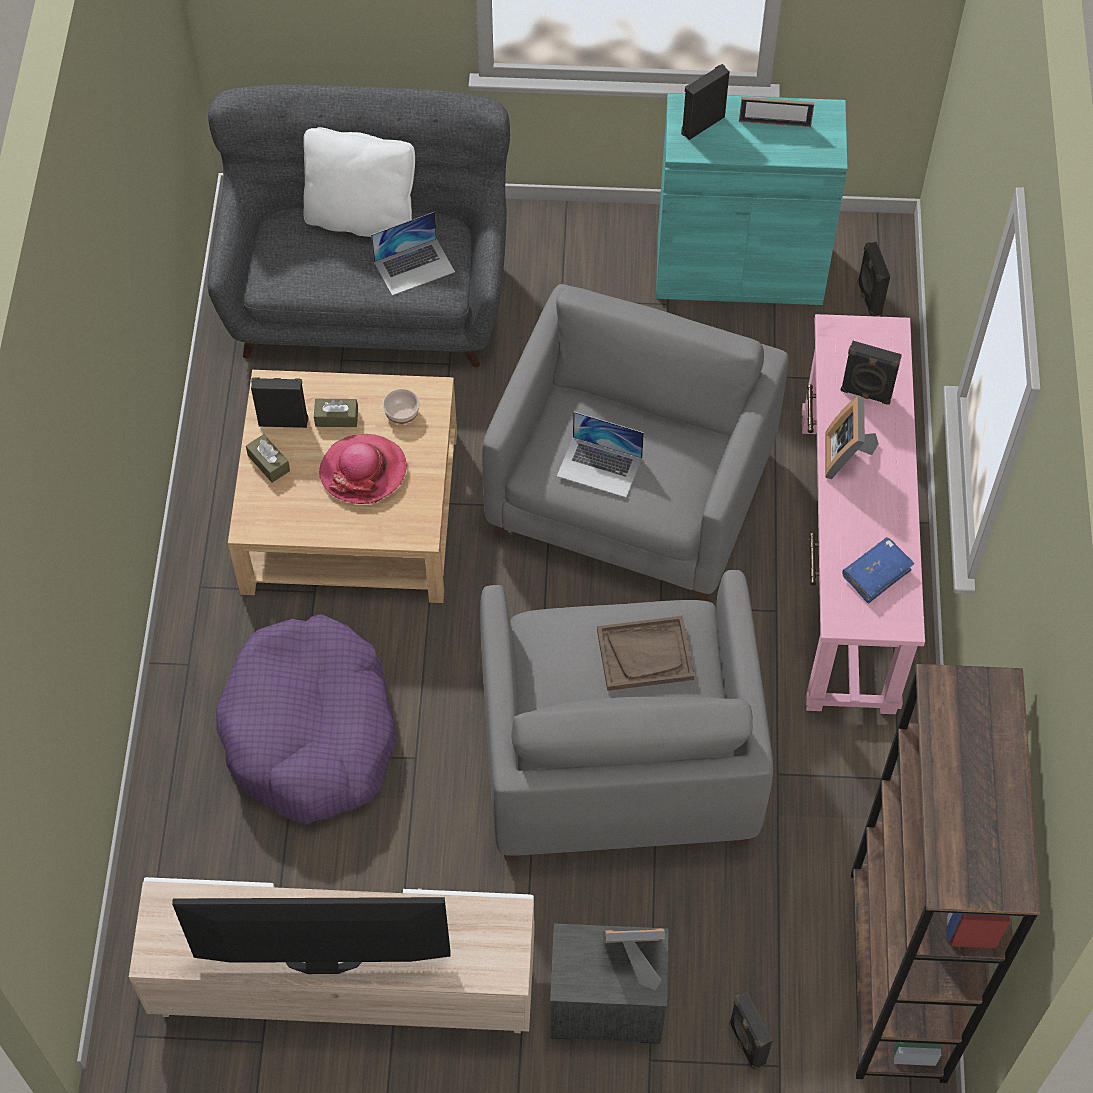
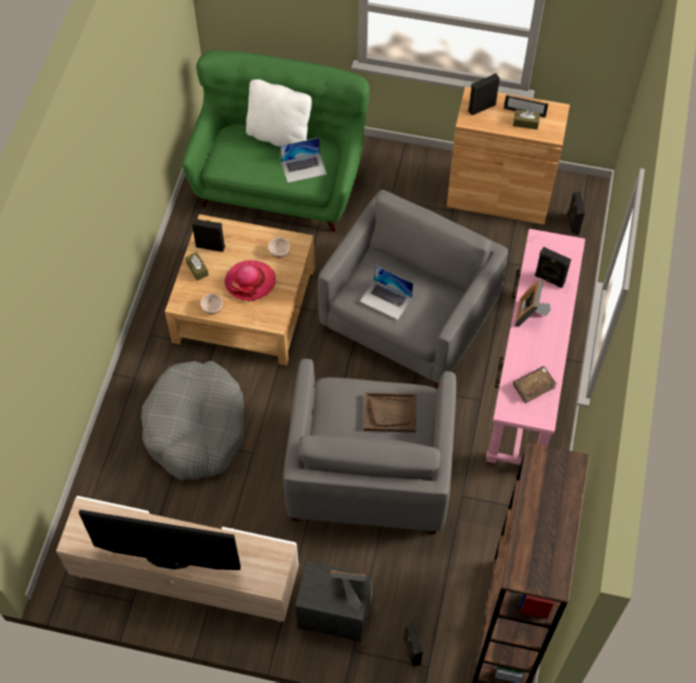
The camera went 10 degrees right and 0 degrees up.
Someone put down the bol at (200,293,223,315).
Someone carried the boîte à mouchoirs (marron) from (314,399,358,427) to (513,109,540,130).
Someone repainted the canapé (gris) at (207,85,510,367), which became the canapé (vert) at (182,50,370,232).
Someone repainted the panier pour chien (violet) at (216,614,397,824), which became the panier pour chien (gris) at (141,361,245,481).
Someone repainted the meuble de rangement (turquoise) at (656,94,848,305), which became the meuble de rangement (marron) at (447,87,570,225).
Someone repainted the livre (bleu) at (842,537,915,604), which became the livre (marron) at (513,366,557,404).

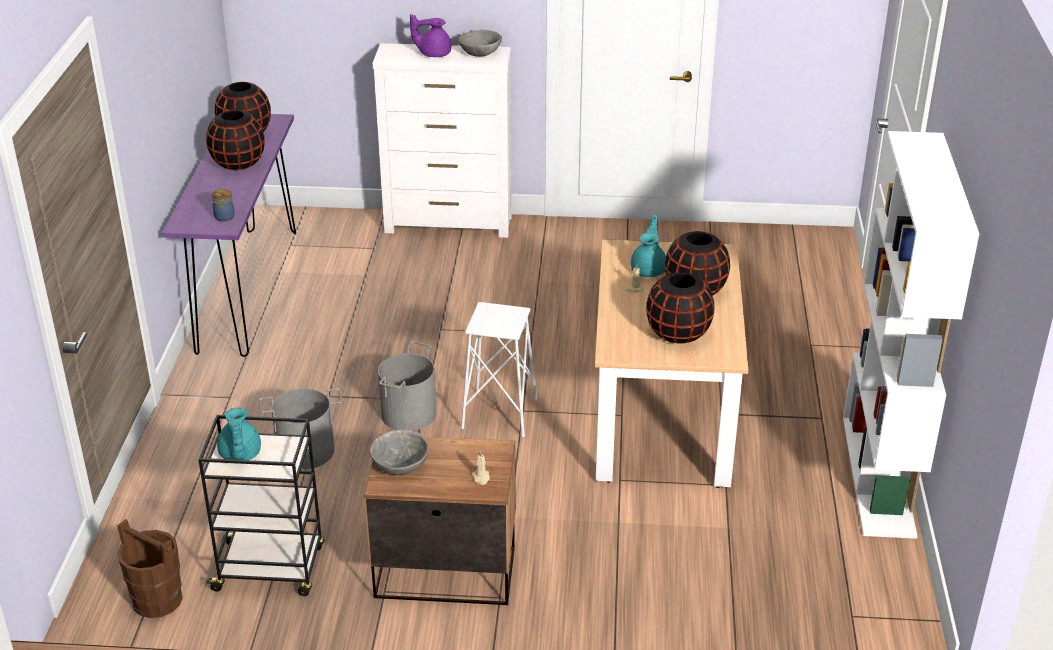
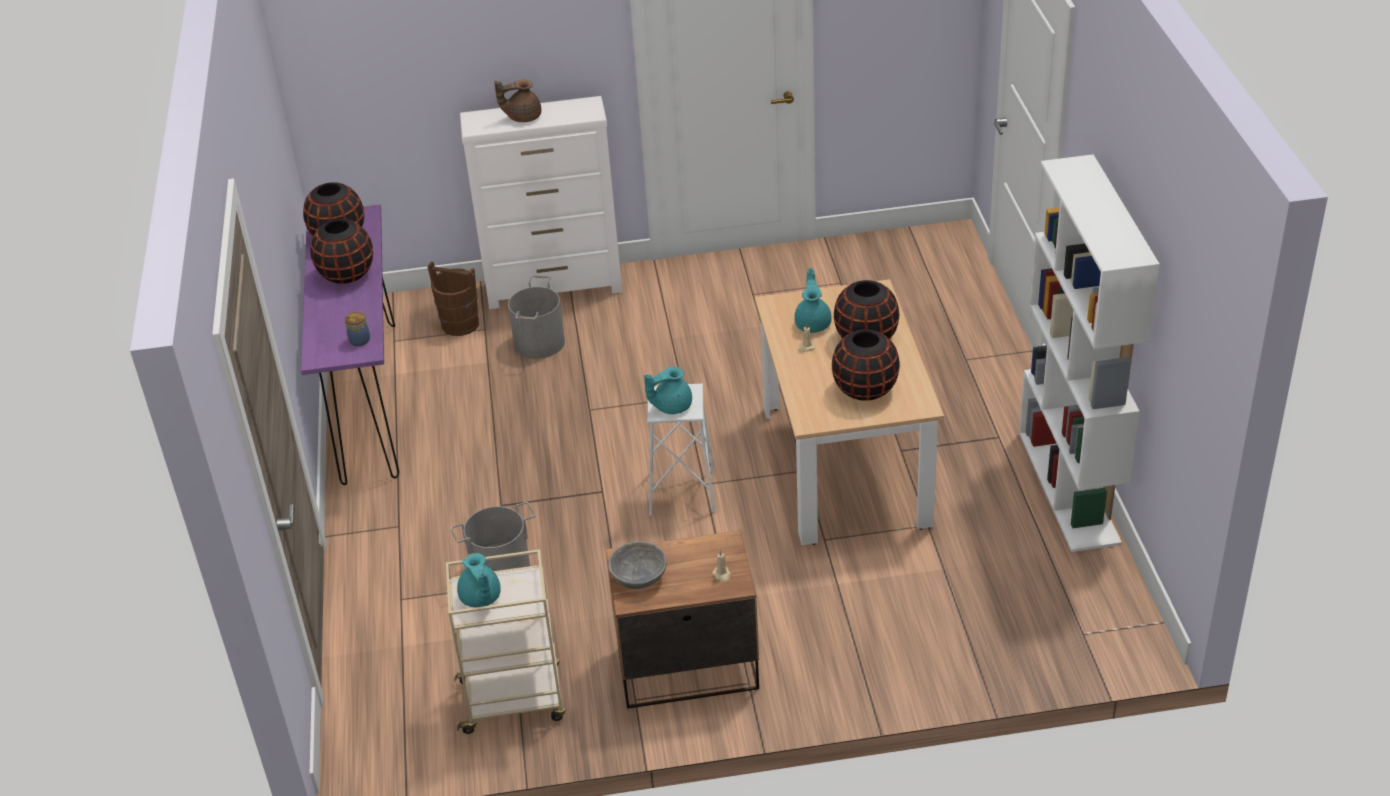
The camera went 10 degrees left and 5 degrees up.
Someone took away the bol (gris) at (459,30,502,57).
Someone put down the théière (turquoise) at (644,366,692,414).
Someone carried the seau (marron) from (117,519,183,618) to (427,262,479,336).
Someone carried the seau (gris) from (378,341,436,431) to (508,275,565,359).
Someone repainted the chariot (noir) at (198,415,325,596), which became the chariot (beige) at (446,549,565,734).
Someone repainted the théière (violet) at (410,14,451,57), which became the théière (marron) at (495,79,541,122).

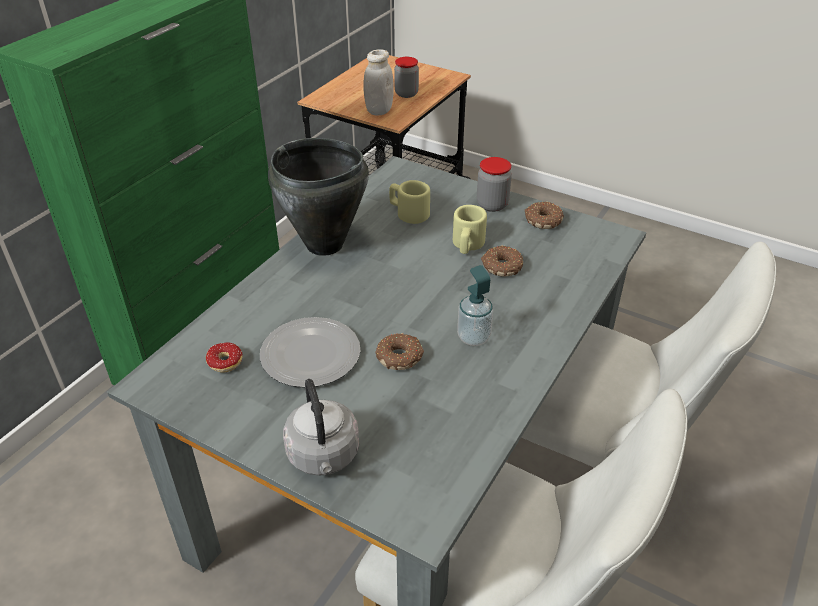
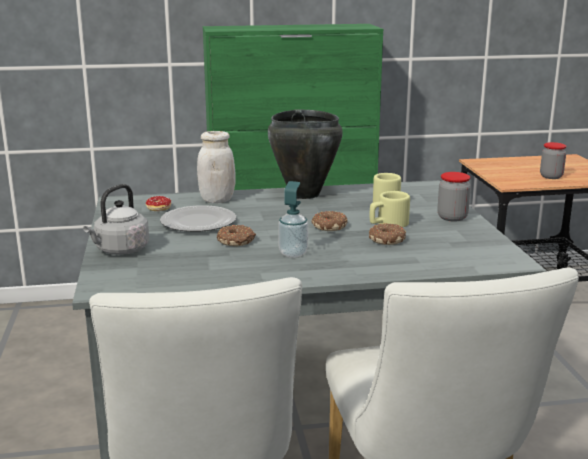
The camera went 50 degrees right and 20 degrees down.
Someone carried the bocal (blanc) from (363,49,394,116) to (197,131,235,203).
Someone carried the beignet from (525,202,564,229) to (311,211,348,231).

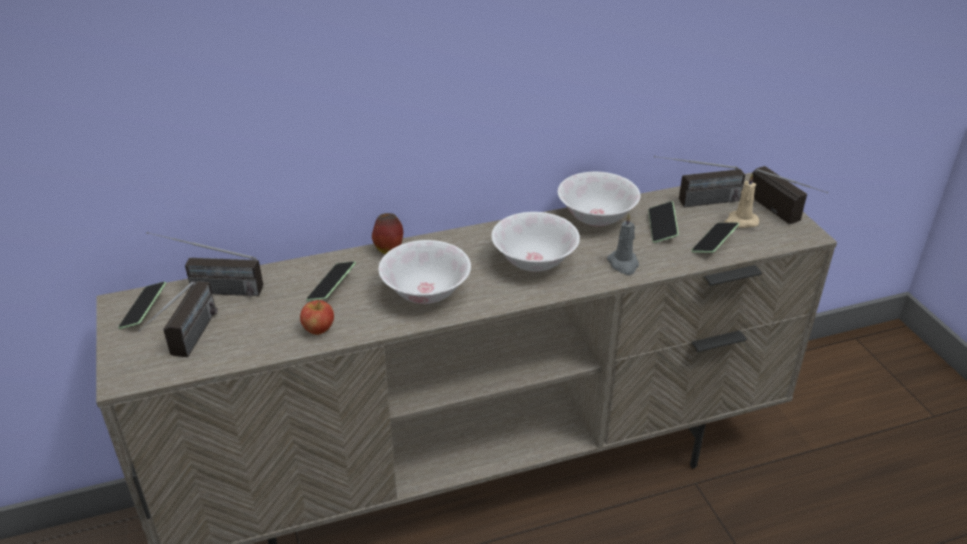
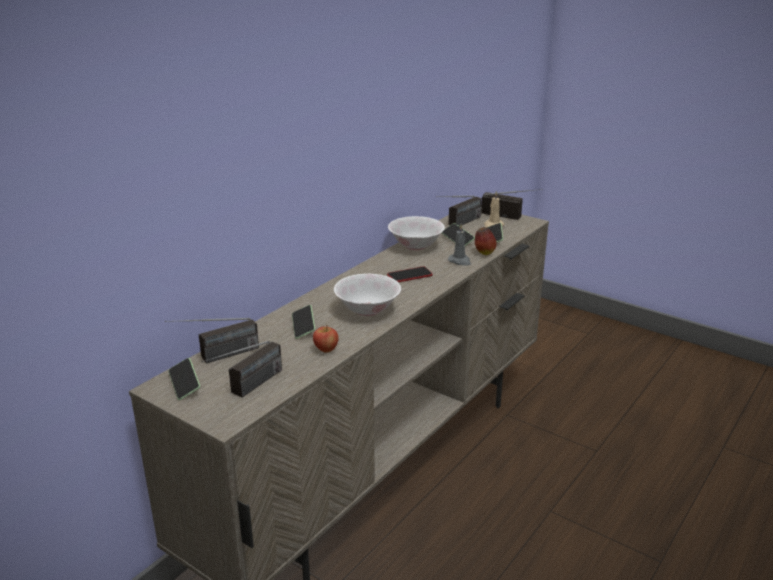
The camera went 35 degrees left and 10 degrees down.
Someone carried the pomme from (372,213,403,254) to (475,227,497,255).
Someone swapped the bol (blanc) at (491,212,580,272) for the téléphone at (387,267,433,282).
Someone rotated the radio at (138,281,218,357) by 60 degrees clockwise.

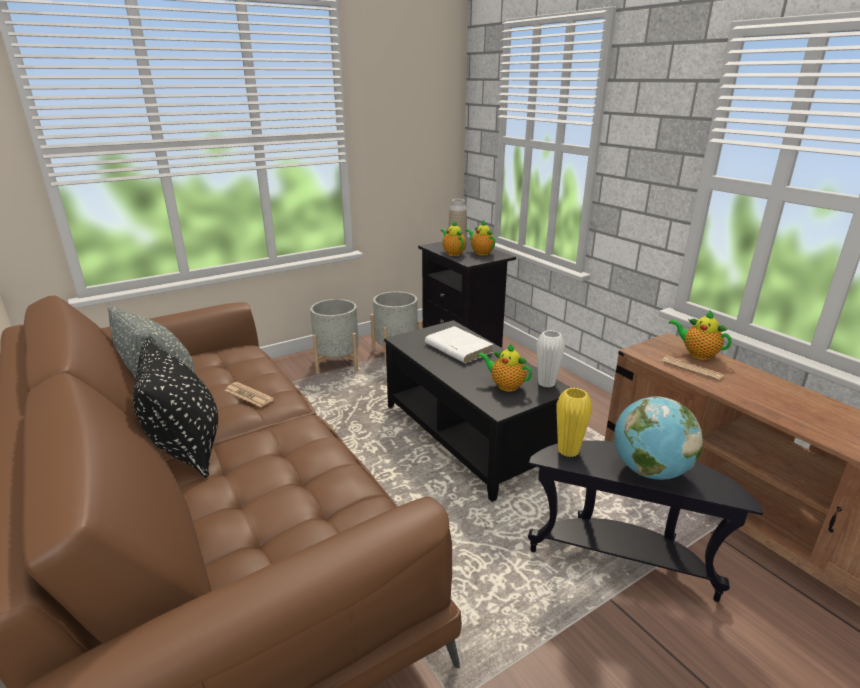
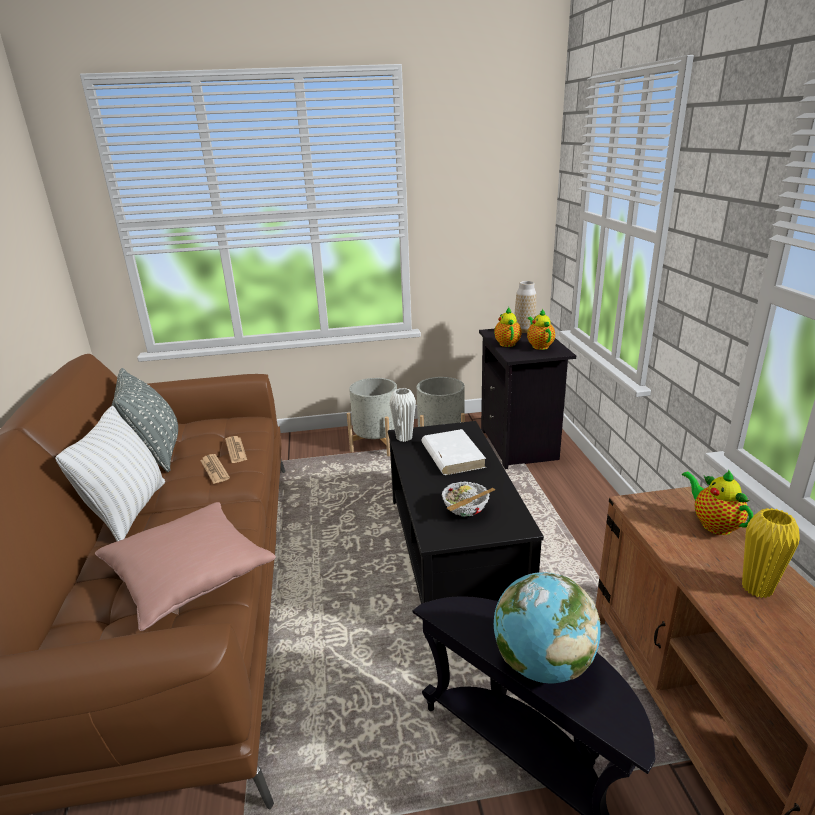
The camera went 25 degrees right and 0 degrees up.
Someone put down the coussin (rose) at (95,502,276,631).
Someone carried the vase (blanc) from (536,330,565,388) to (389,388,416,442).
Someone carried the vase (jaune) from (556,388,592,457) to (742,508,800,598).
Someone carried the journal from (661,356,724,381) to (225,436,247,463).
Someone swapped the théière at (477,343,532,392) for the bol at (441,482,495,517).
Someone repainted the coussin (noir) at (133,338,218,478), which became the coussin (blanc) at (55,406,165,541).

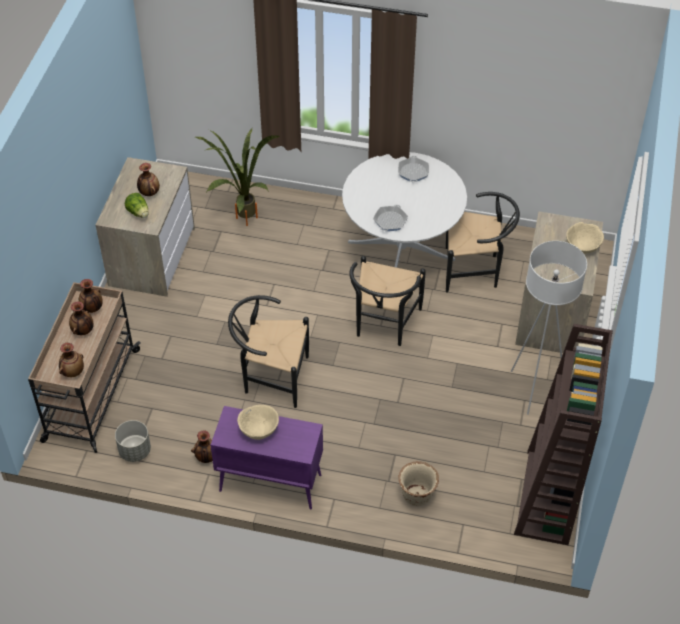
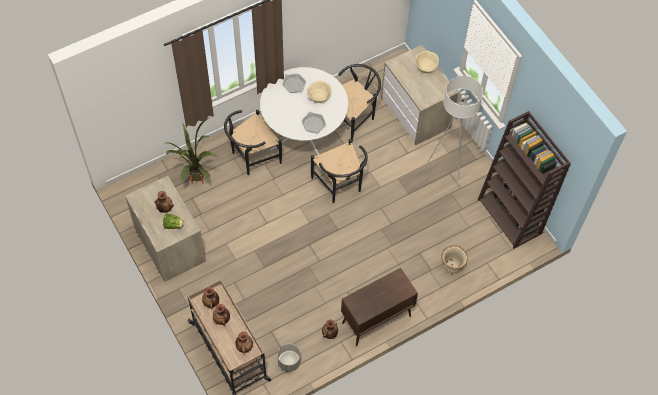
The camera went 45 degrees left and 10 degrees up.
Someone carried the chaise (noir) from (228,295,309,408) to (224,110,282,175).
Someone carried the bol (beige) from (237,405,279,440) to (307,81,332,103).
Someone repainted the meuble de rangement (violet) at (211,406,323,510), which became the meuble de rangement (marron) at (341,268,418,346).

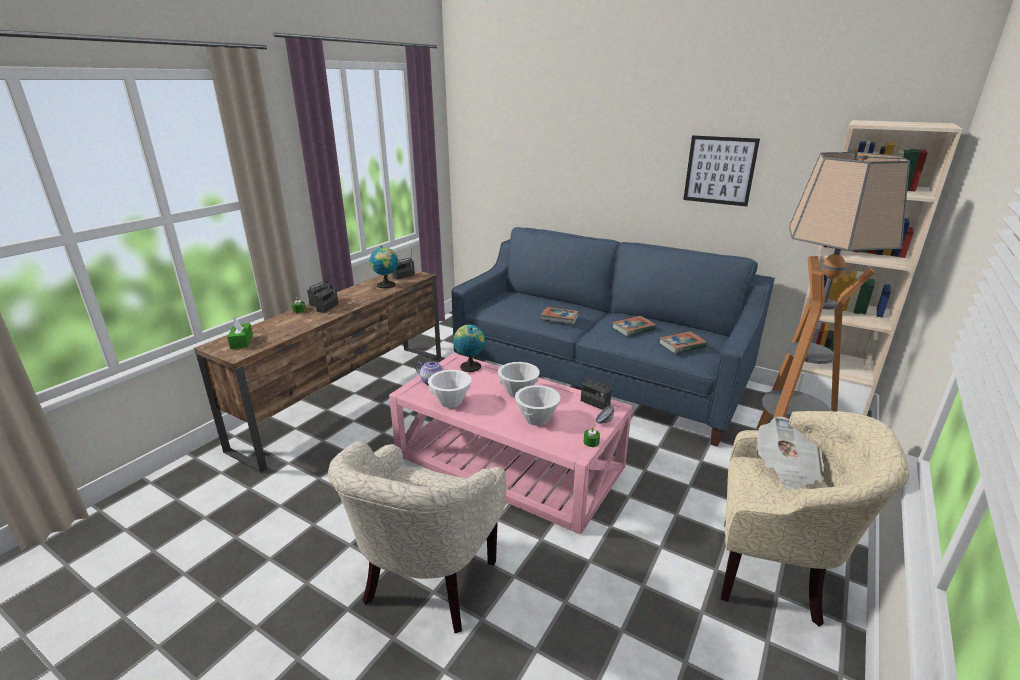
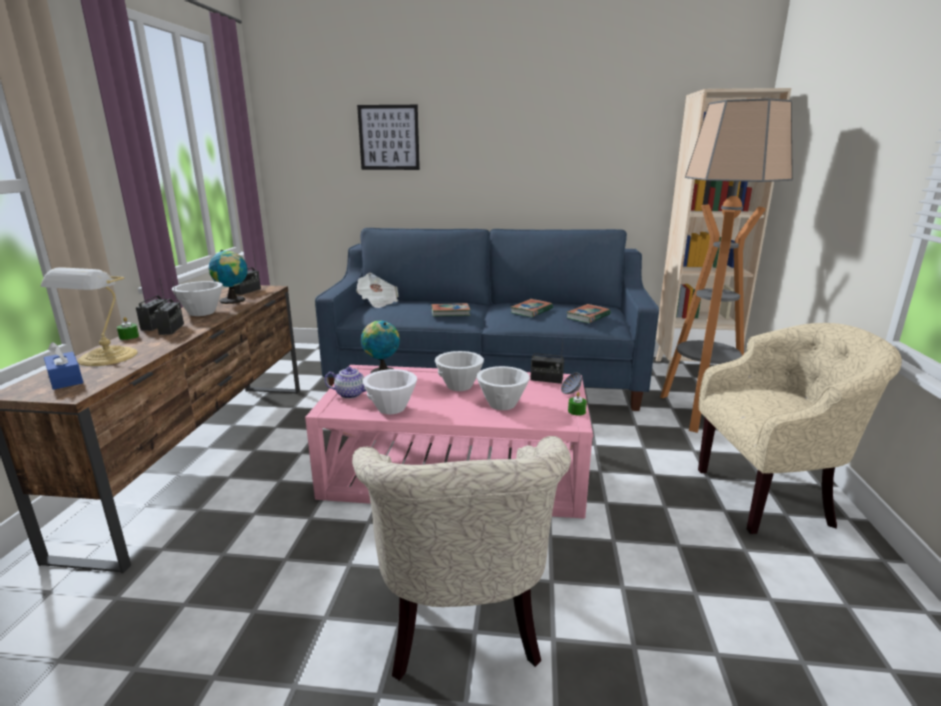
The camera went 25 degrees left and 5 degrees down.
Someone put down the lampe de table at (40,267,137,366).
Someone put down the bol (blanc) at (172,281,223,316).
Someone carried the tableau from (683,135,760,207) to (357,105,420,170).
Someone carried the journal from (756,417,824,490) to (356,273,399,308).
Someone repainted the boîte à mouchoirs (vert) at (227,318,253,349), which became the boîte à mouchoirs (bleu) at (44,342,83,390).

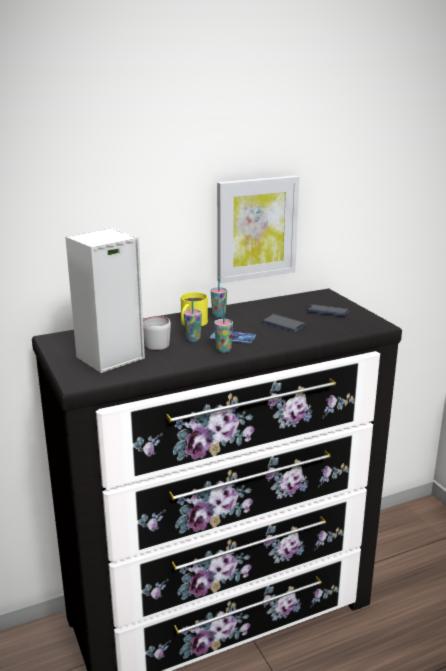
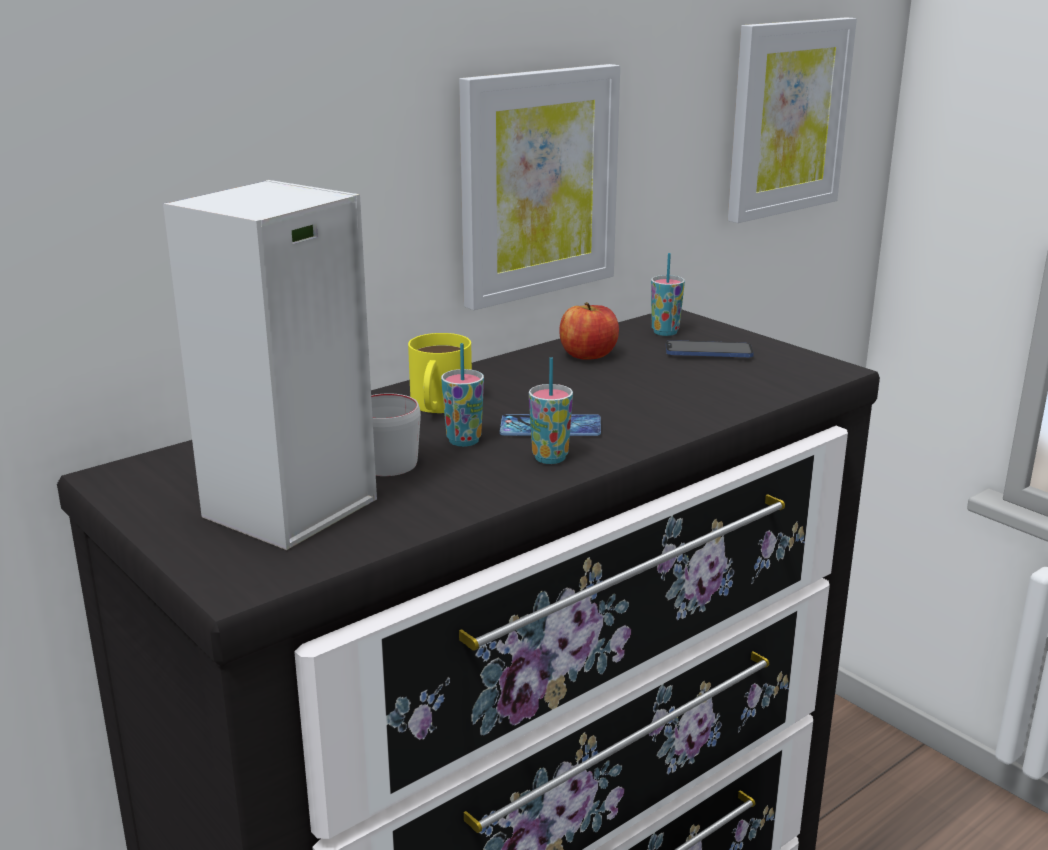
The camera went 15 degrees left and 0 degrees up.
Someone took away the téléphone at (263,314,306,332).
Someone put down the pomme at (559,302,619,360).
Someone put up the tableau at (728,17,857,223).
Someone carried the tasse from (211,277,227,317) to (651,253,685,336).

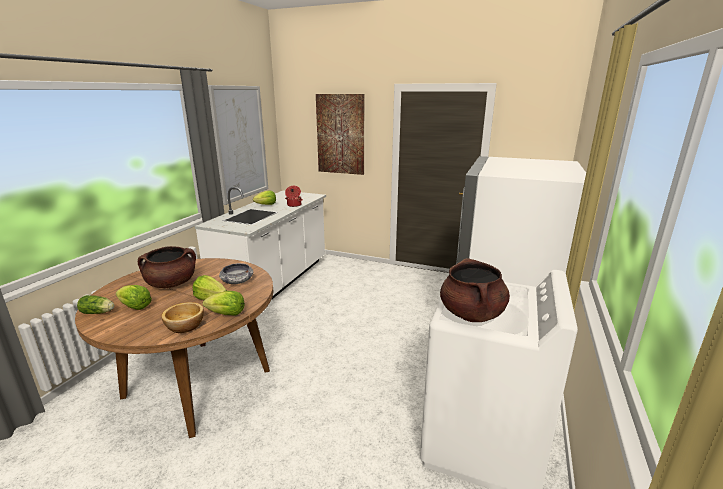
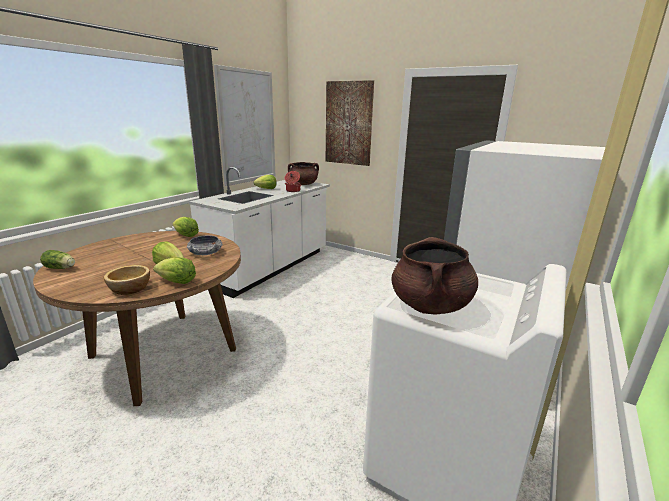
The camera went 10 degrees right and 0 degrees up.
Someone carried the laitue from (115,285,152,310) to (173,217,199,237).
Someone carried the marmite (marron) from (138,246,196,288) to (288,162,319,185).

